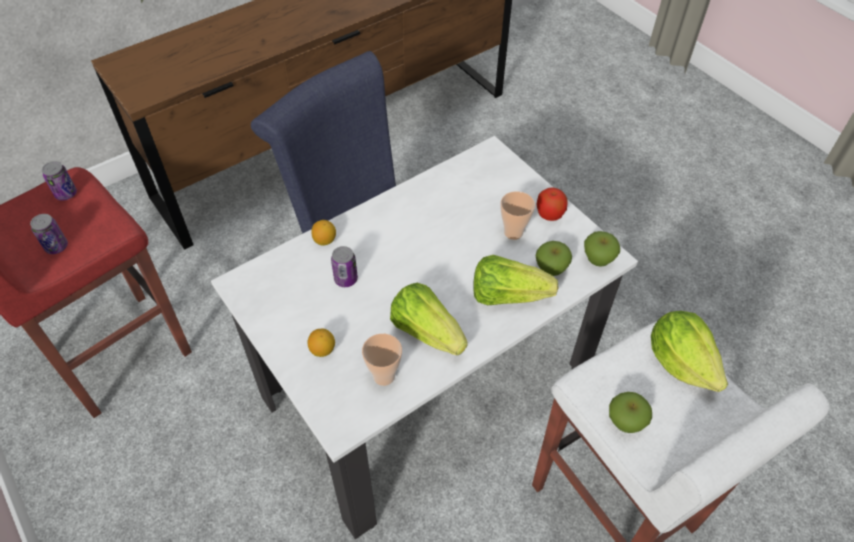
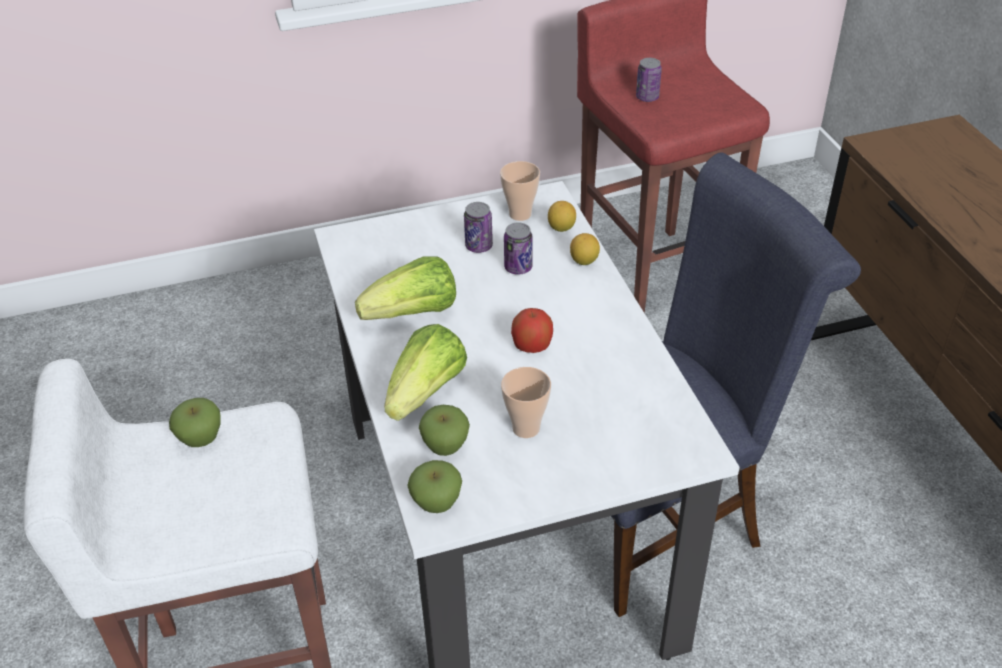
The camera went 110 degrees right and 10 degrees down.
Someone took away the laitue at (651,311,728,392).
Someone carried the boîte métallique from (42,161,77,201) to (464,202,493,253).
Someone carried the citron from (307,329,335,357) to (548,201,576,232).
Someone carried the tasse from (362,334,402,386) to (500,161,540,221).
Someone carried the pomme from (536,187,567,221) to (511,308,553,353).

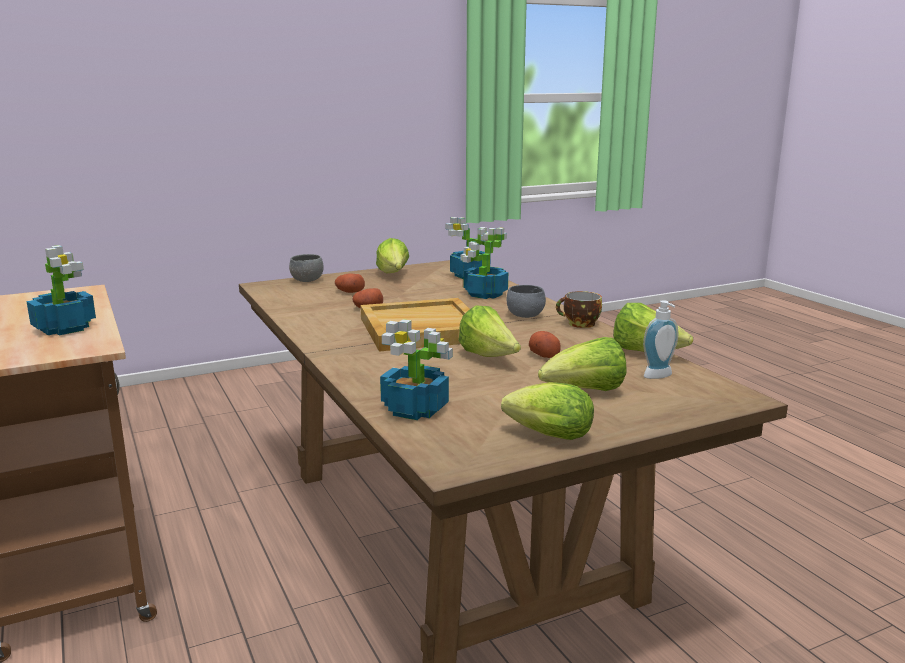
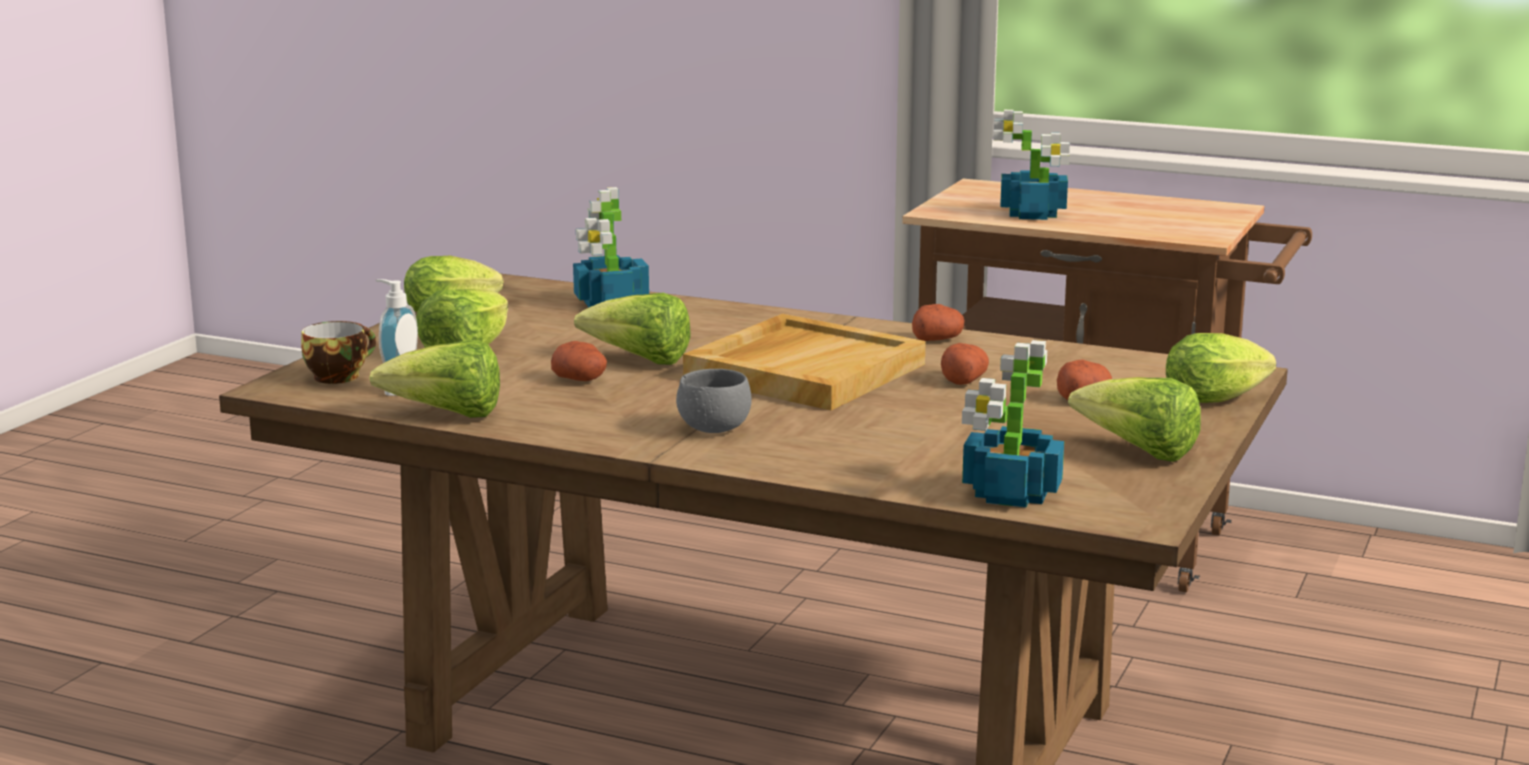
The camera went 140 degrees right and 0 degrees up.
Someone took away the plante en pot at (461,228,508,299).
Someone put down the pomme de terre at (912,304,965,341).
Someone carried the tasse from (556,291,602,328) to (301,321,376,384).
Someone swapped the bol (gris) at (289,254,324,282) for the laitue at (1166,333,1276,403).

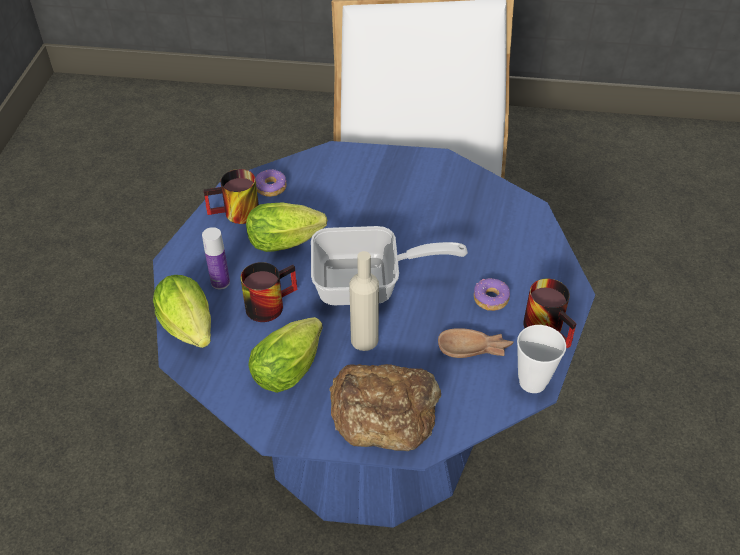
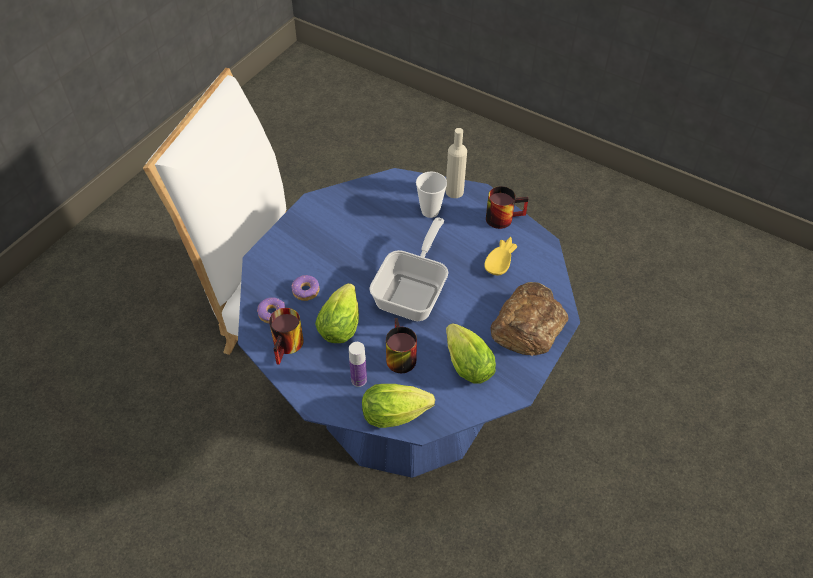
The camera went 65 degrees left and 5 degrees up.
Someone carried the bouteille (beige) from (349,251,379,351) to (446,128,467,198).
Someone carried the beignet from (474,278,510,311) to (291,275,319,301).
Someone carried the tasse from (517,325,566,393) to (416,172,447,218).
Someone repainted the bol (marron) at (438,328,514,358), which became the bol (jaune) at (484,237,518,275).

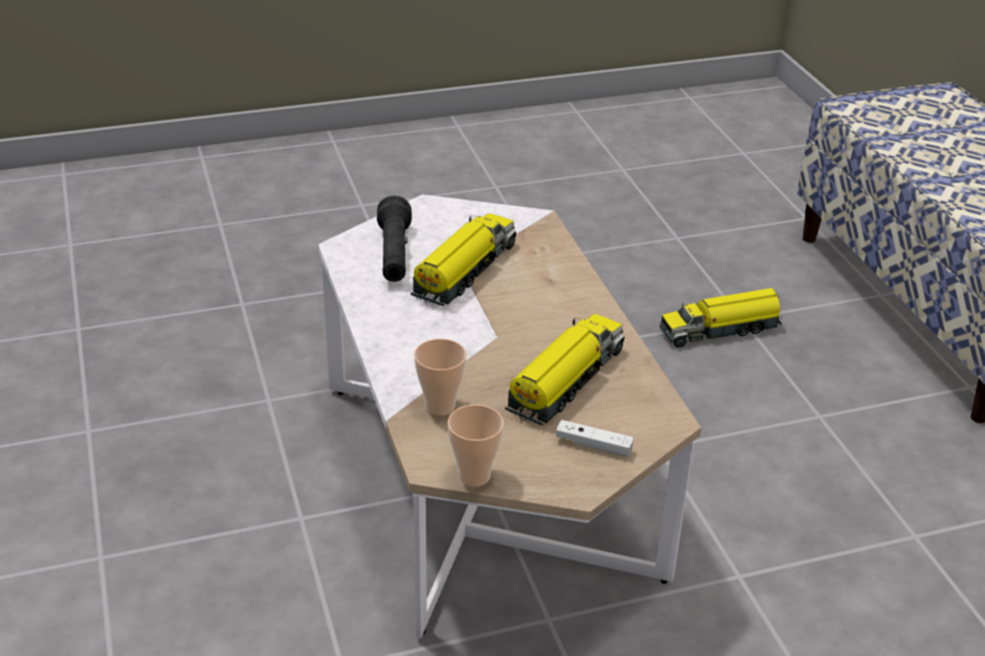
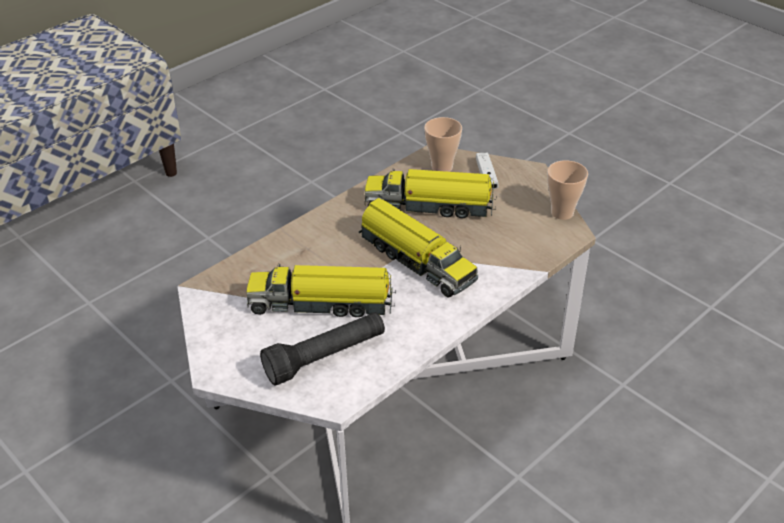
The camera went 115 degrees left and 5 degrees up.
Someone carried the tasse from (414,339,467,416) to (424,117,462,172).
Someone carried the camion jouet from (660,288,782,347) to (359,198,478,298).

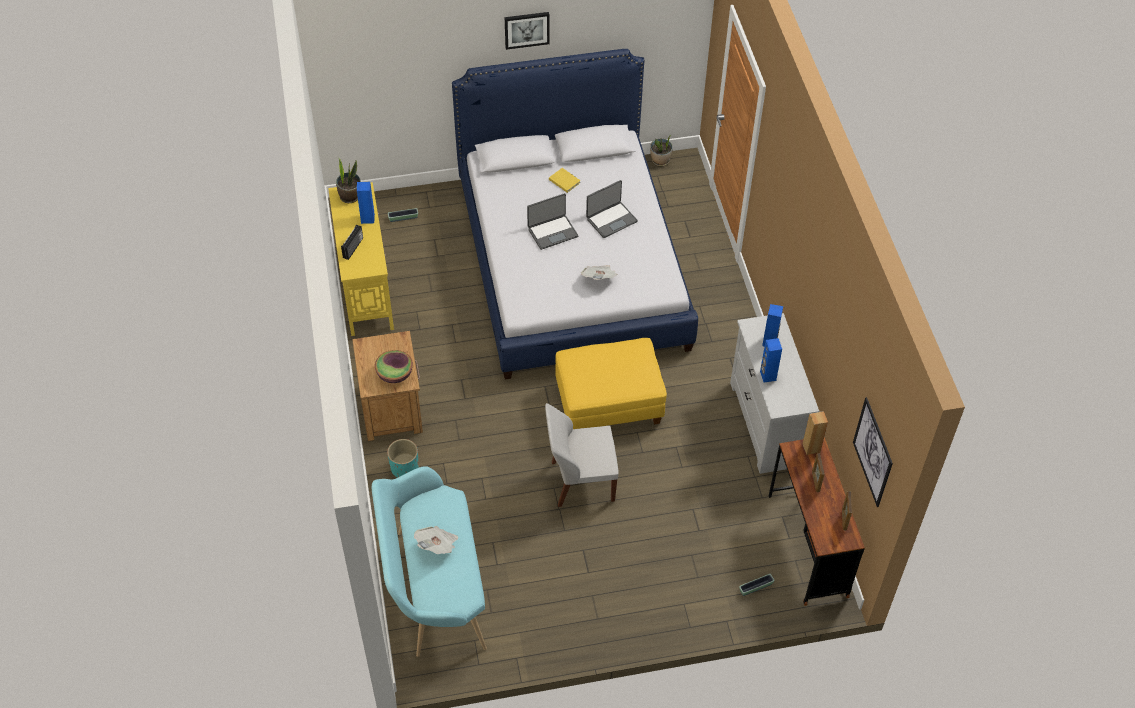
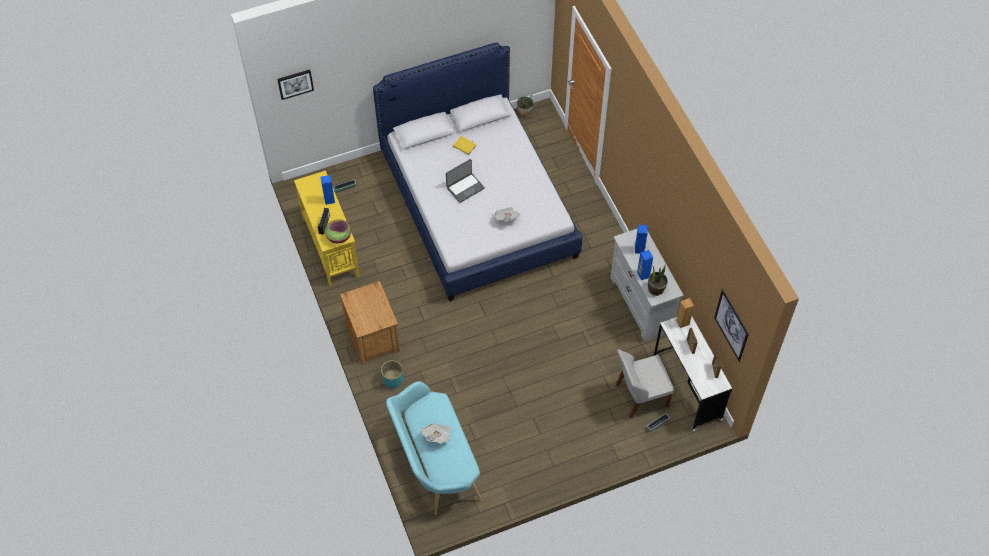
The camera went 10 degrees left and 5 degrees up.
Someone took away the pouf (jaune) at (555,338,667,429).
Someone took away the ordinateur portable at (586,180,638,238).
Someone carried the plante en pot from (336,157,361,203) to (648,265,668,296).
Someone carried the bol from (375,350,413,383) to (325,219,351,244).
Someone carried the tableau from (505,12,549,50) to (277,69,314,100).
Someone carried the chaise (blanc) from (545,403,619,507) to (616,349,674,418).
Someone repainted the bureau (marron) at (769,437,865,606), which became the bureau (blanc) at (654,317,732,431).

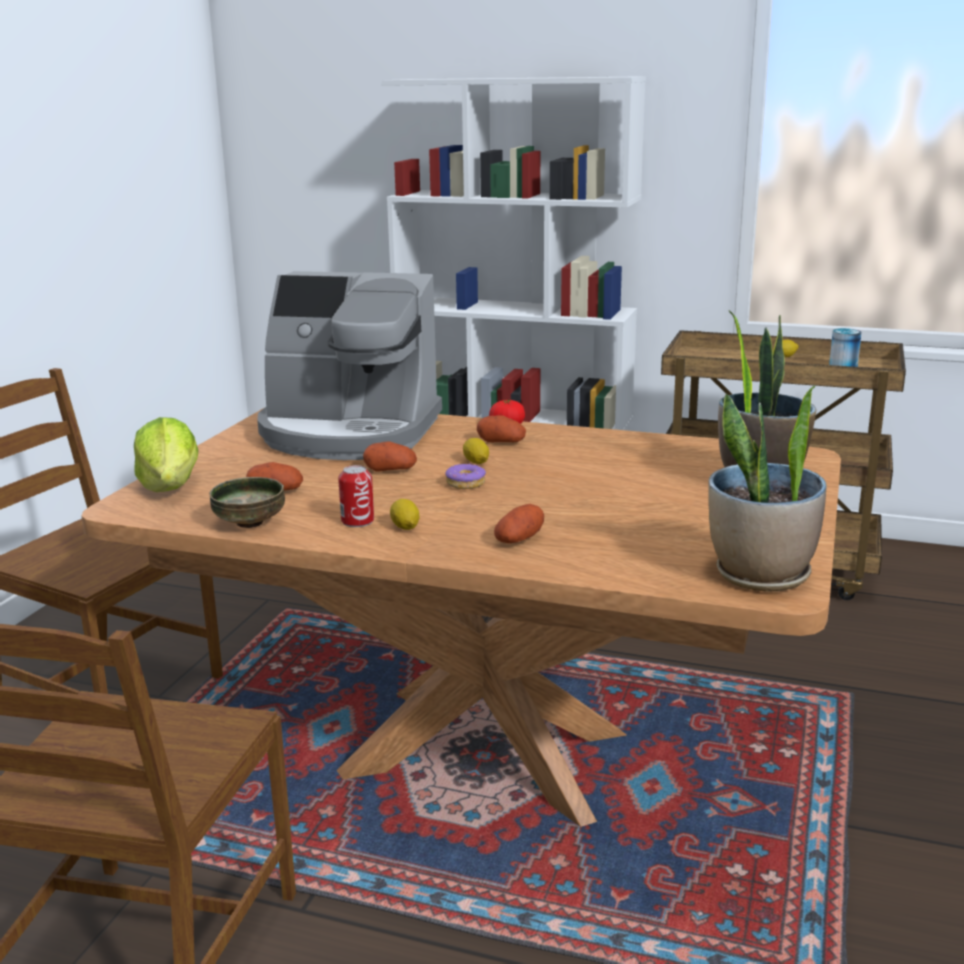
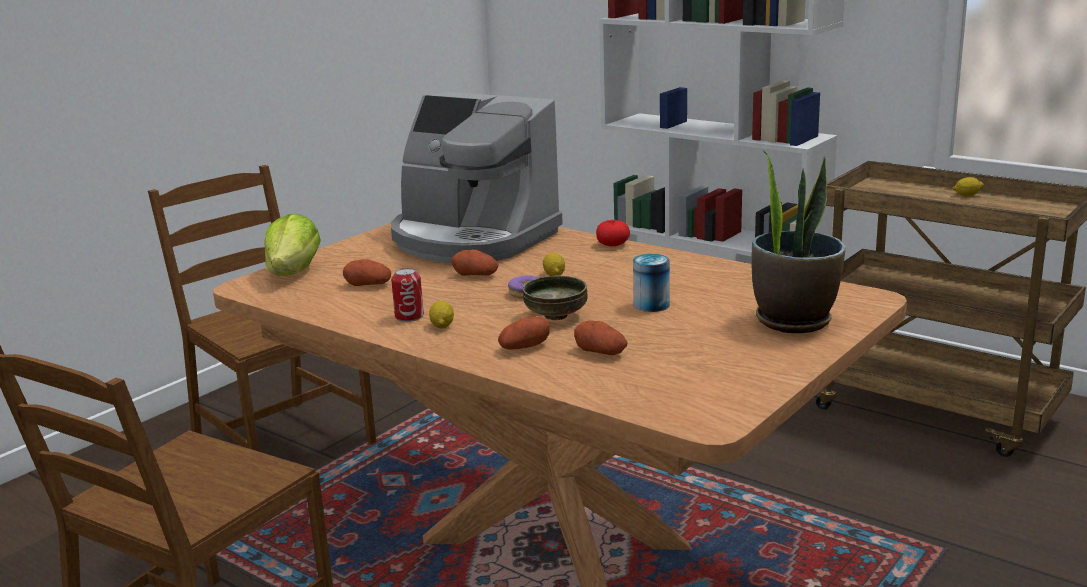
The camera went 20 degrees right and 0 degrees up.
Someone took away the plante en pot at (708,386,827,592).
Someone carried the bol from (209,477,285,528) to (523,275,588,320).
Someone carried the pomme de terre from (477,415,526,442) to (574,320,628,355).
Someone carried the boîte métallique from (829,328,862,367) to (633,254,670,312).

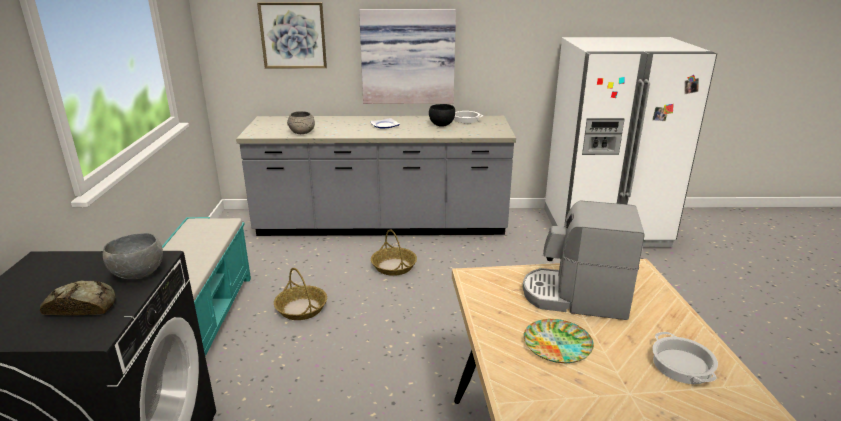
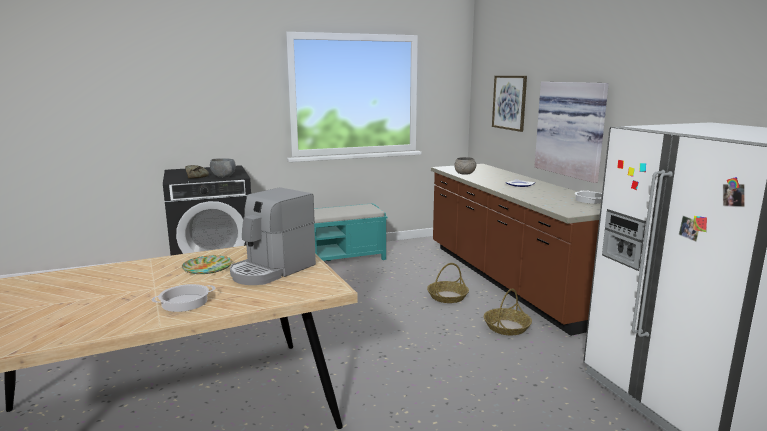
The camera went 70 degrees right and 10 degrees down.
Someone took away the bol (noir) at (429,104,455,127).
Someone carried the panier from (274,268,327,320) to (484,289,532,335).
Someone repainted the comptoir de cuisine (gris) at (236,116,516,236), which became the comptoir de cuisine (marron) at (431,164,601,336).
Someone rotated the machine à café at (523,200,645,320) by 135 degrees counterclockwise.

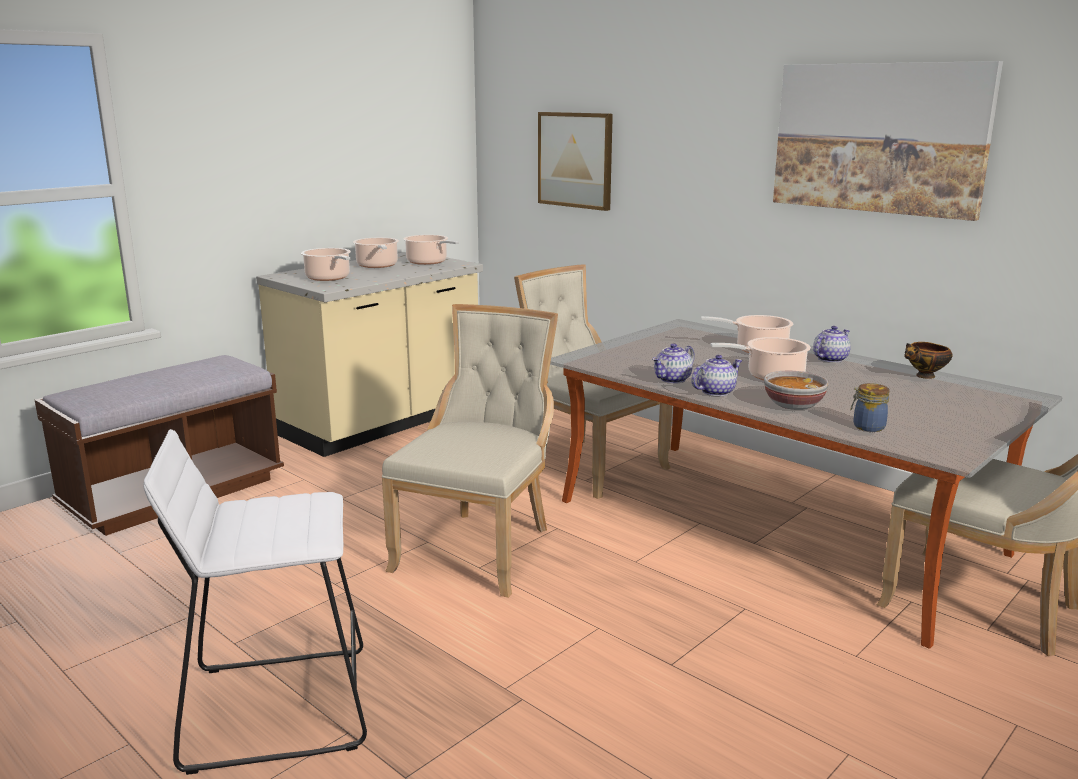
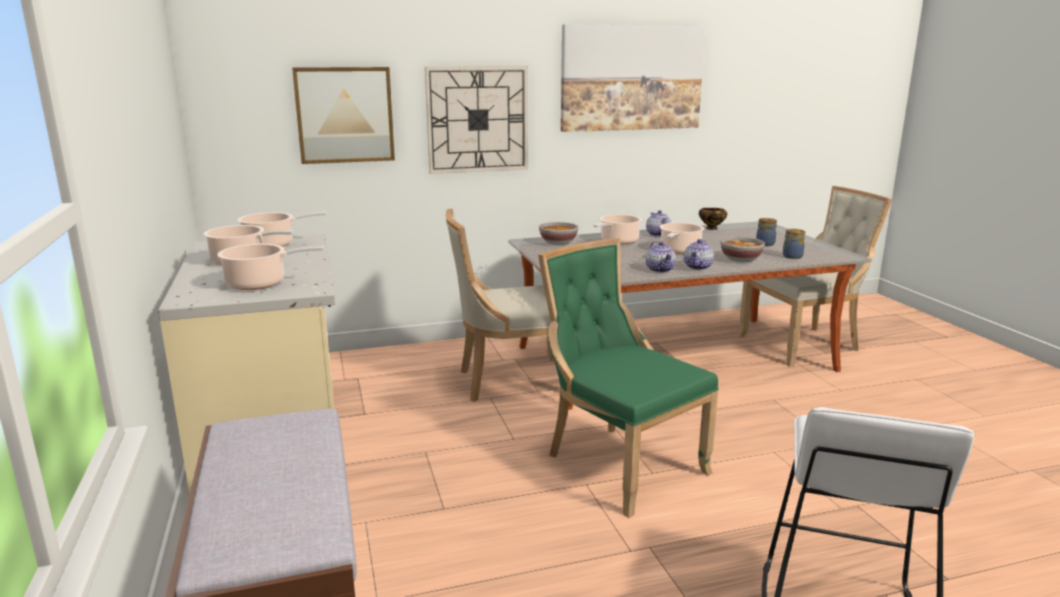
The camera went 60 degrees left and 0 degrees up.
Someone put up the horloge murale at (425,66,528,174).
Someone put down the bol at (539,222,578,245).
Someone put down the bocal at (756,218,777,246).
Someone repainted the chaise (beige) at (382,304,558,598), which became the chaise (vert) at (538,238,719,518).
Someone rotated the théière at (691,355,742,396) by 150 degrees counterclockwise.

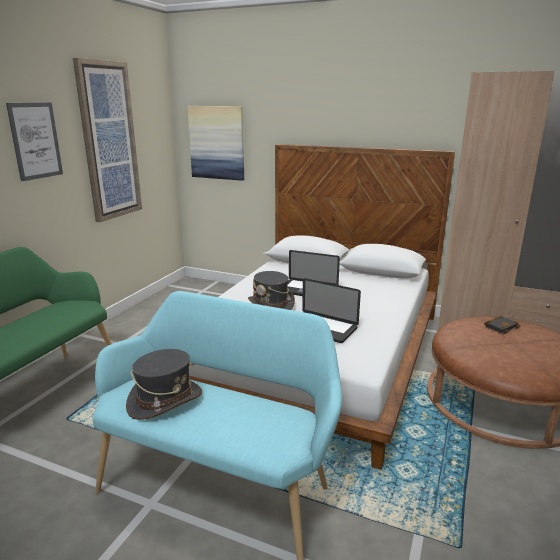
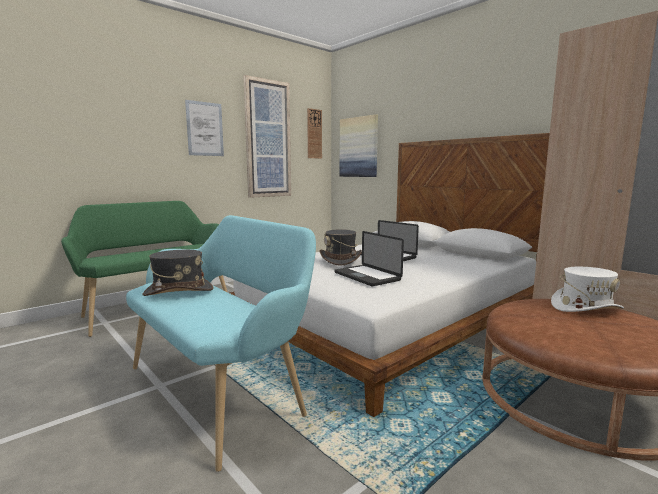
The camera went 25 degrees right and 10 degrees down.
Someone put up the horloge murale at (307,108,322,159).
Someone swapped the livre (noir) at (484,316,521,334) for the chapeau (blanc) at (551,267,624,312).

